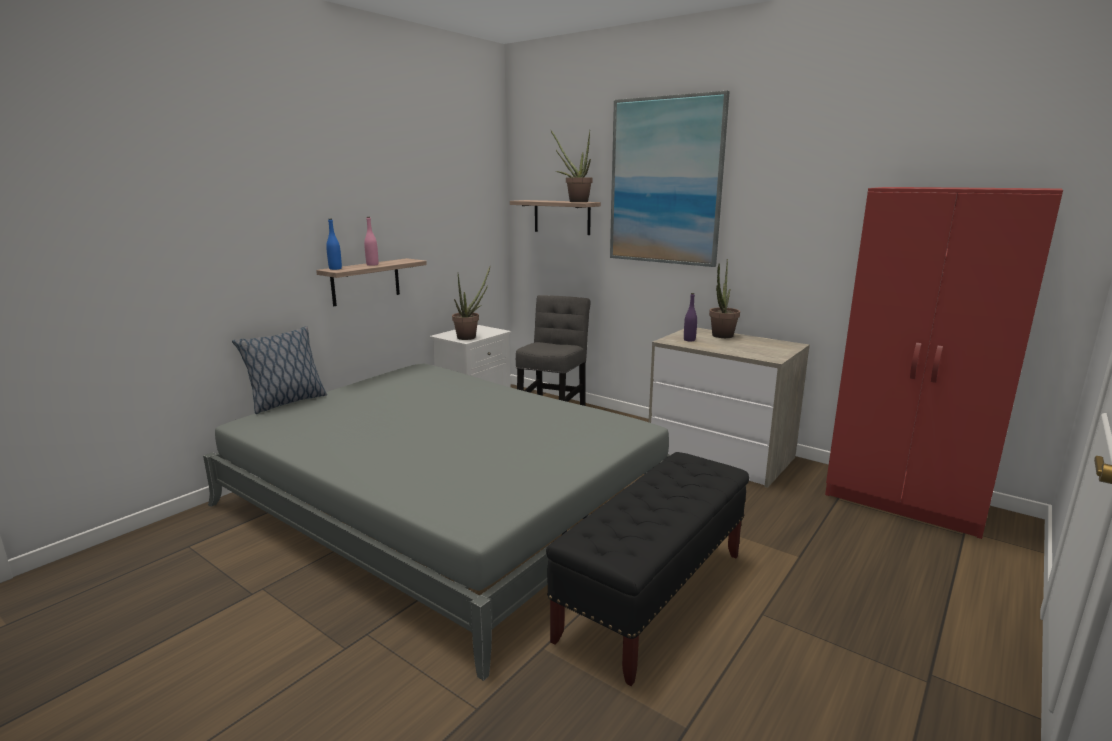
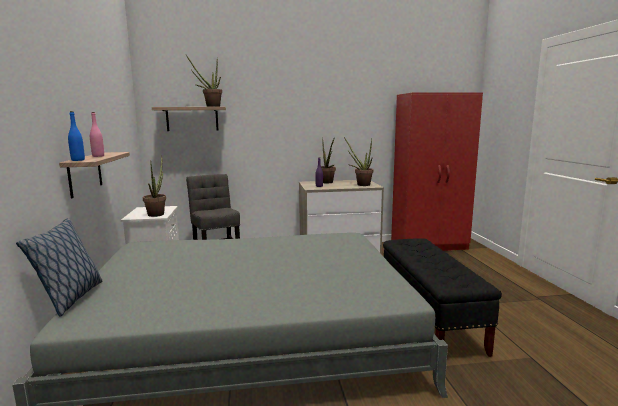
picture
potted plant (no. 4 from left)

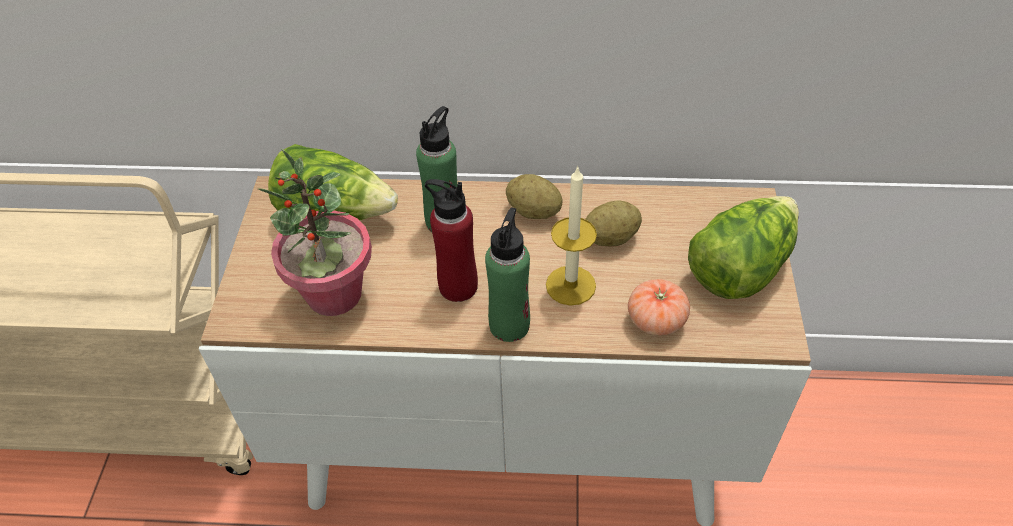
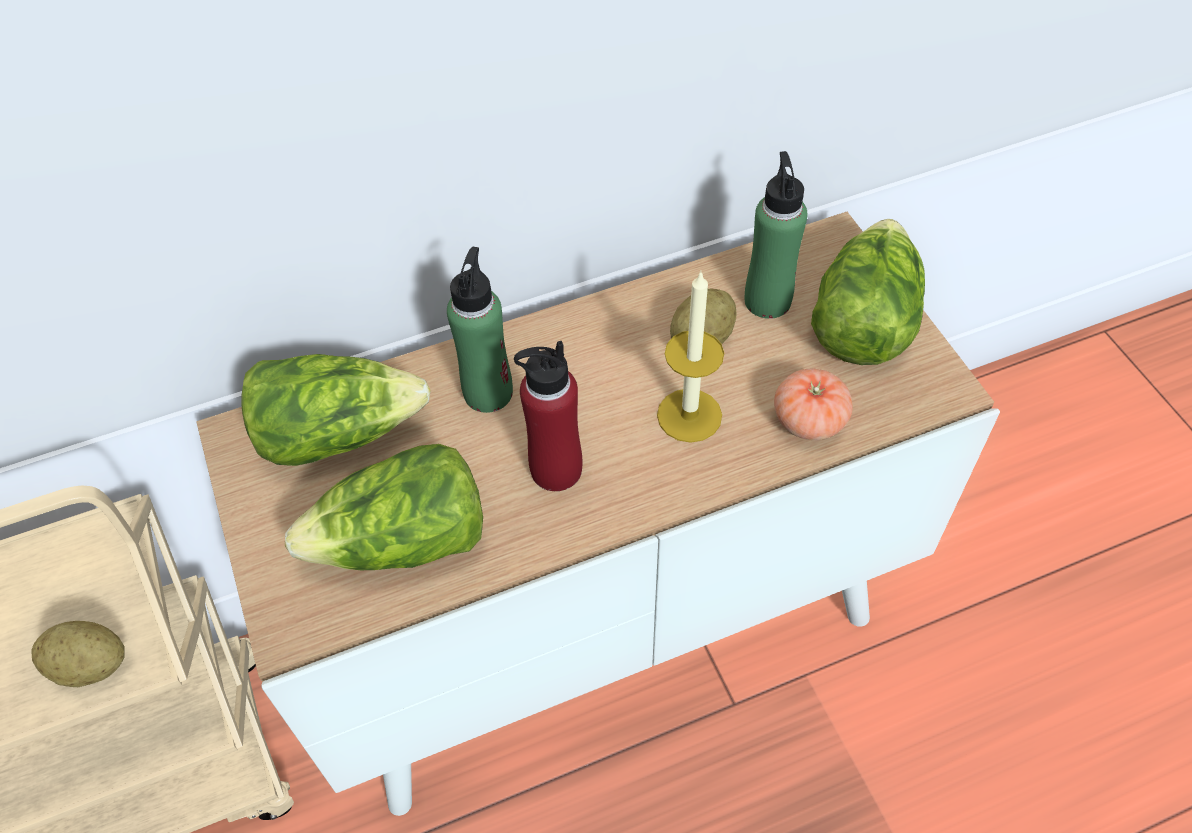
lettuce (no. 2 from left)
bottle (green) (no. 2 from left)
potato (no. 1 from left)

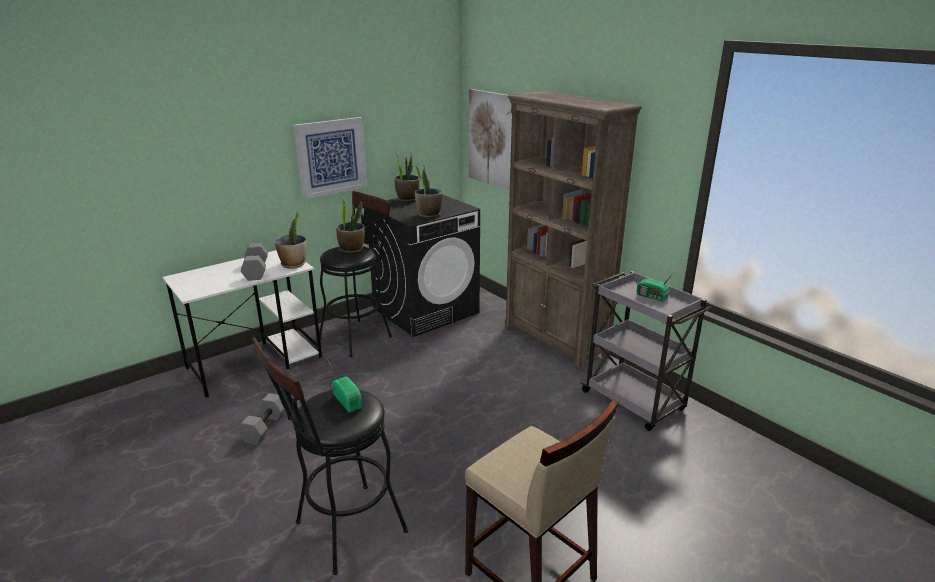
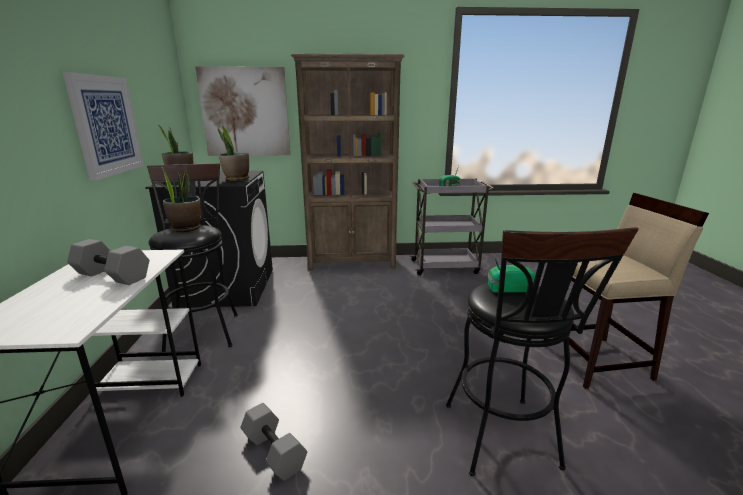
potted plant (no. 1 from left in the first image)

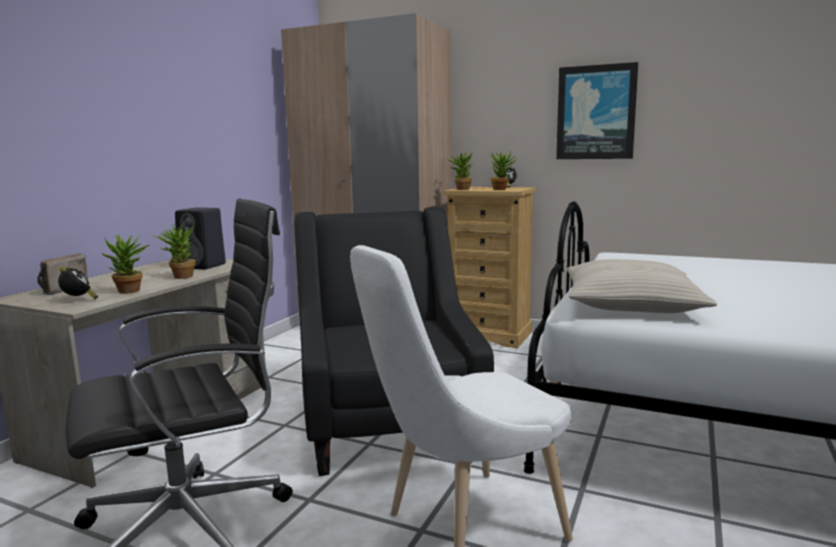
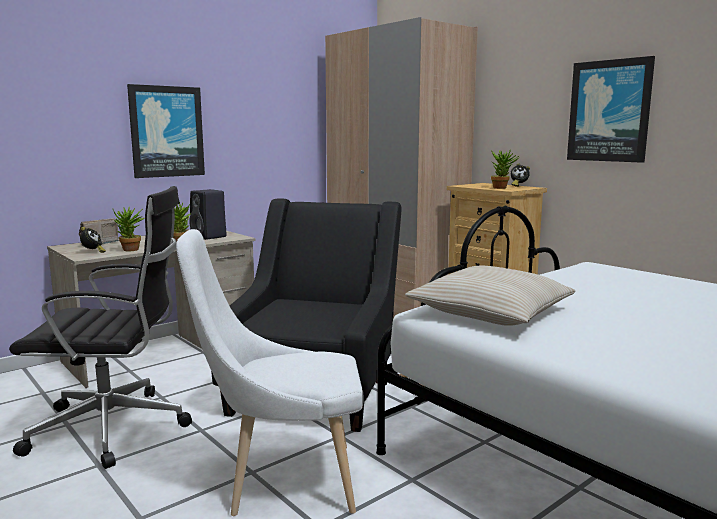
potted plant (no. 3 from left in the first image)
picture (no. 1 from left)

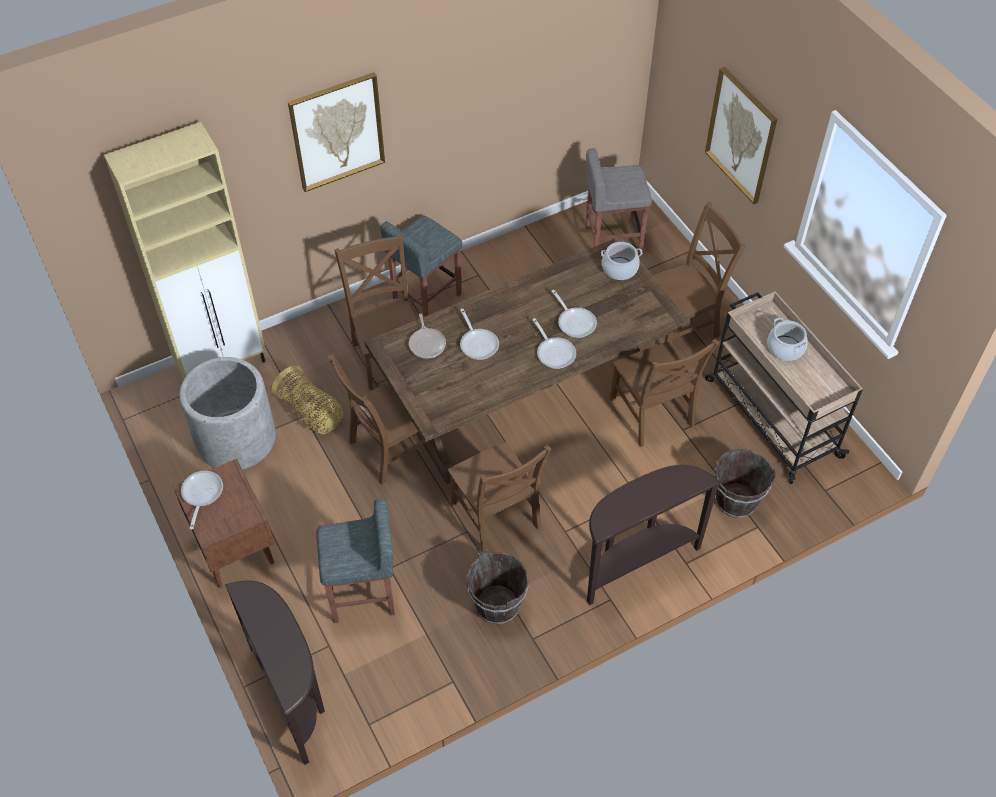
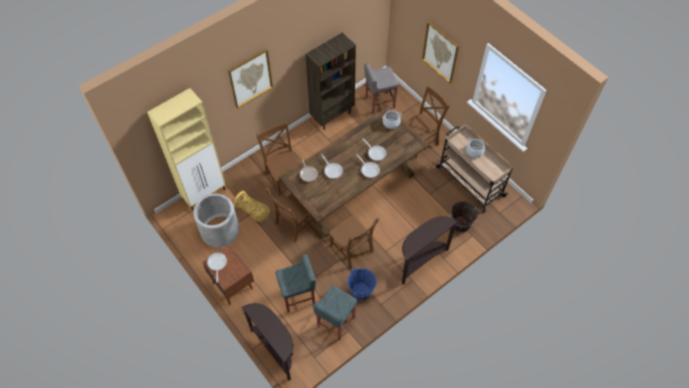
stool (grey) (no. 2 from left)
bucket (blue)
chair (brown) (no. 4 from left in the first image)
bookcase (brown)

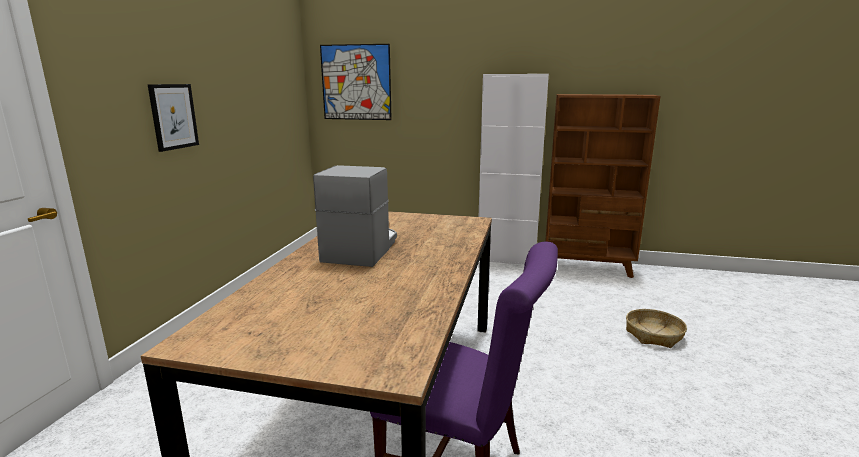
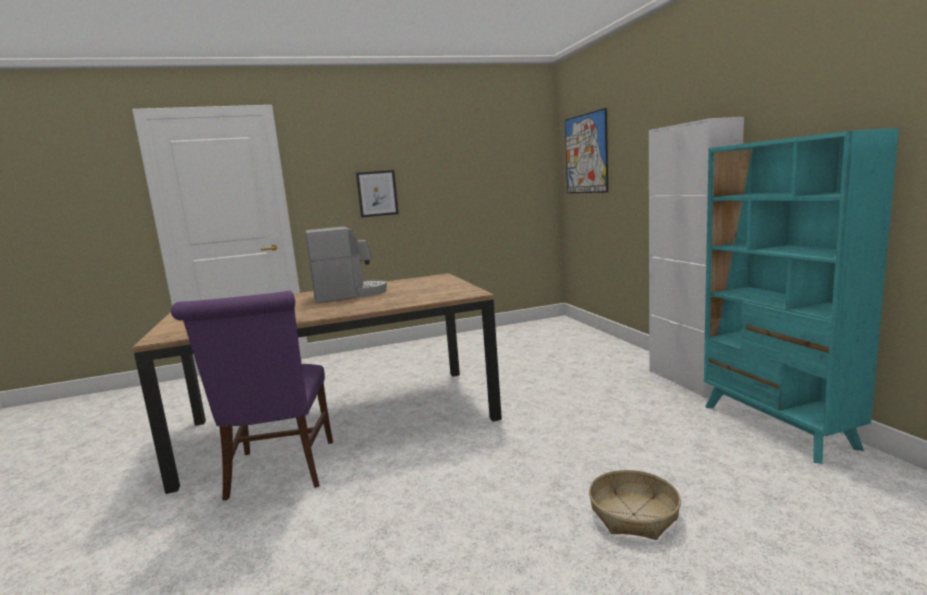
bookcase (turquoise)

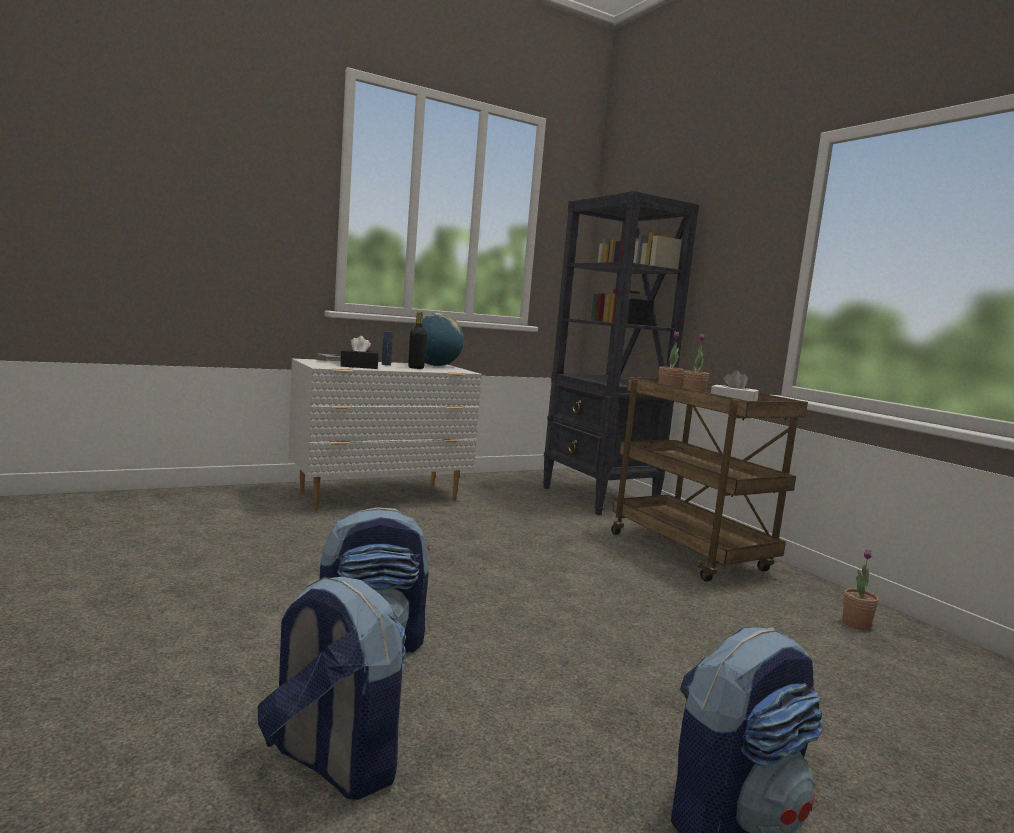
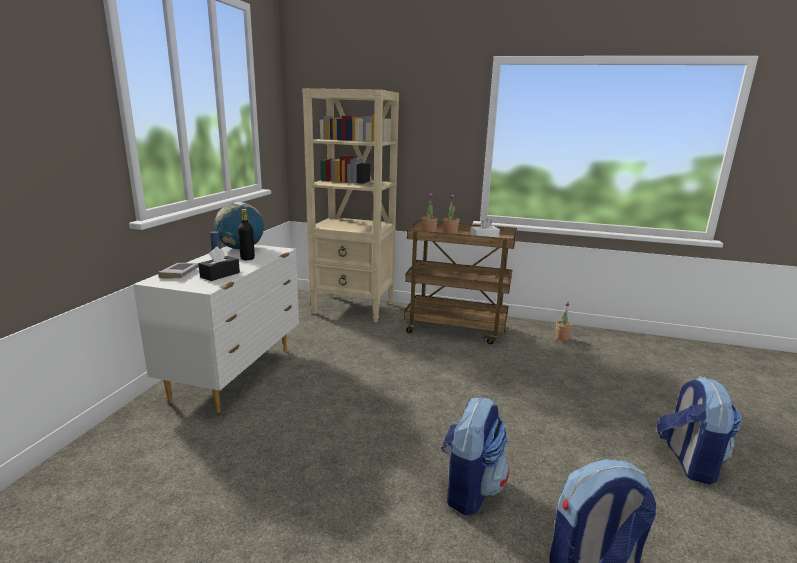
bookcase (beige)

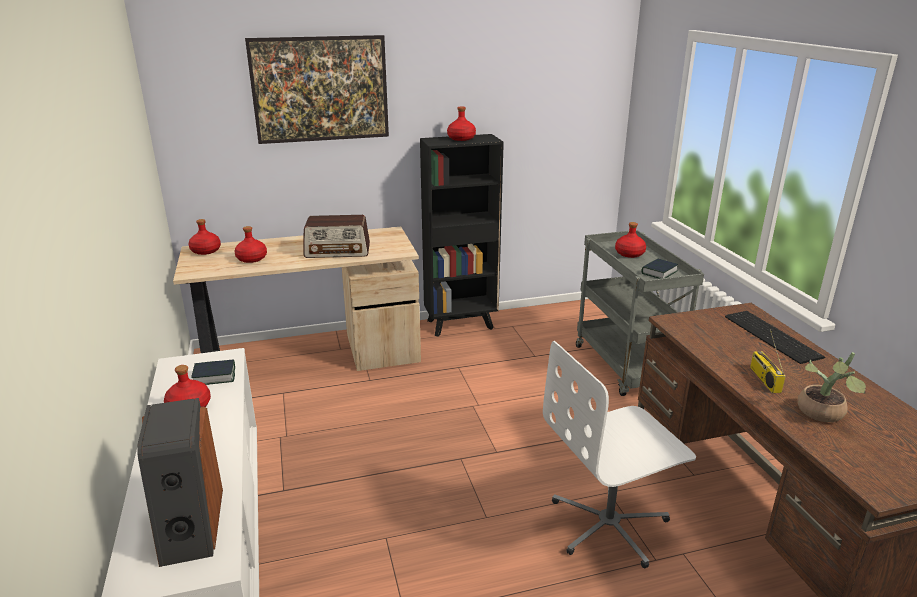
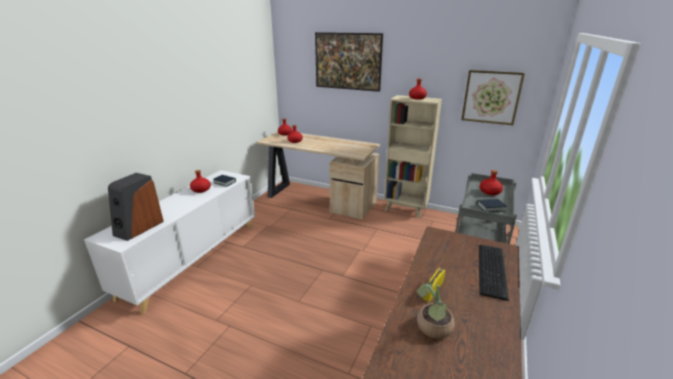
radio (no. 1 from left in the first image)
bookcase (beige)
office chair (white)
picture (no. 2 from left)

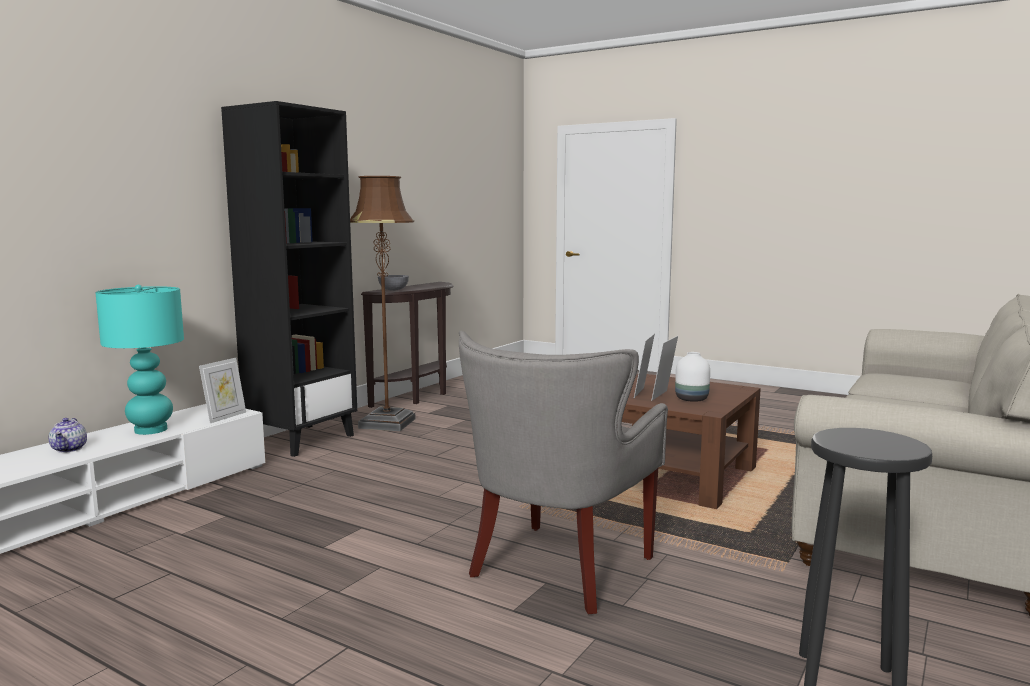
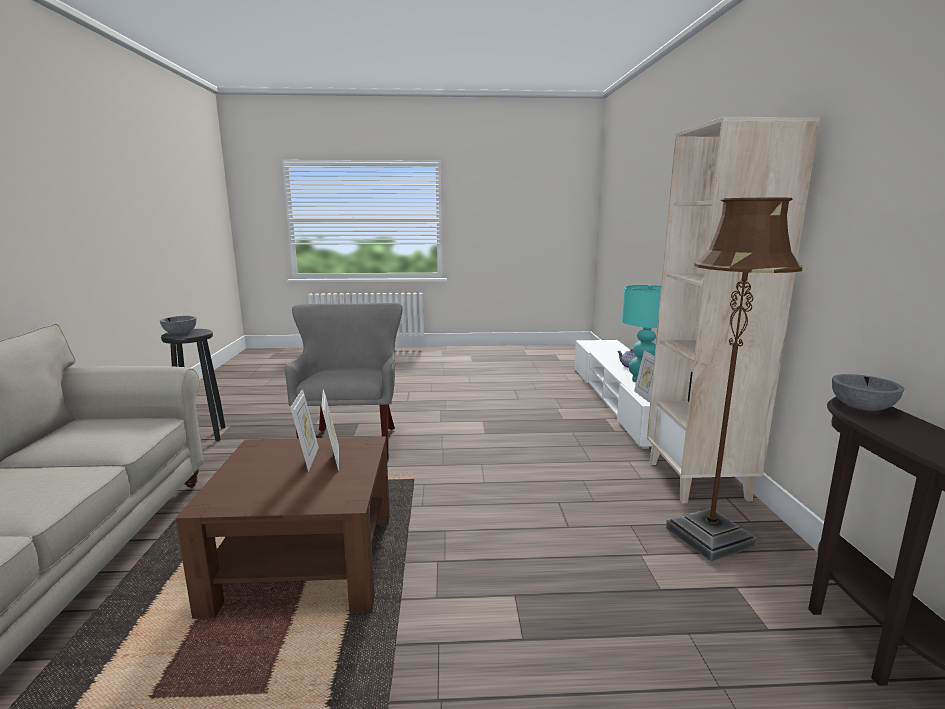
bookcase (beige)
vase (white)
bowl (grey) (no. 1 from left)

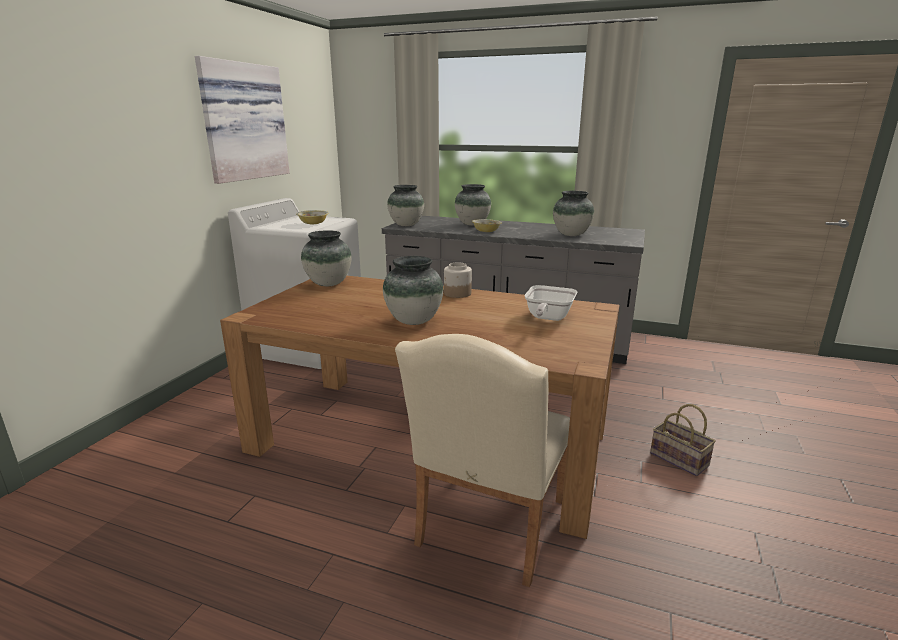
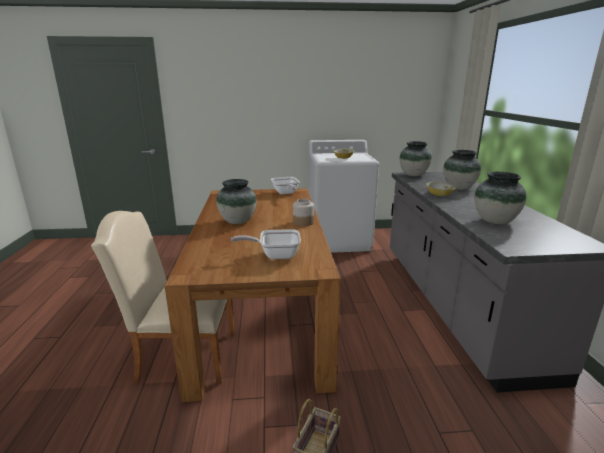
picture
frying pan (no. 2 from left)

